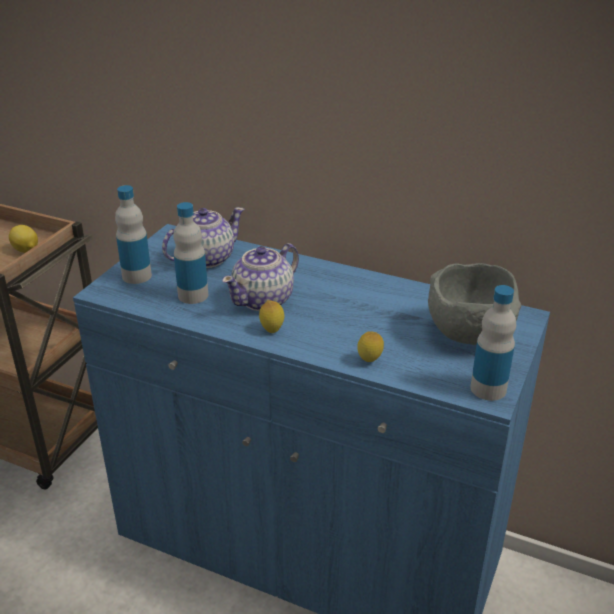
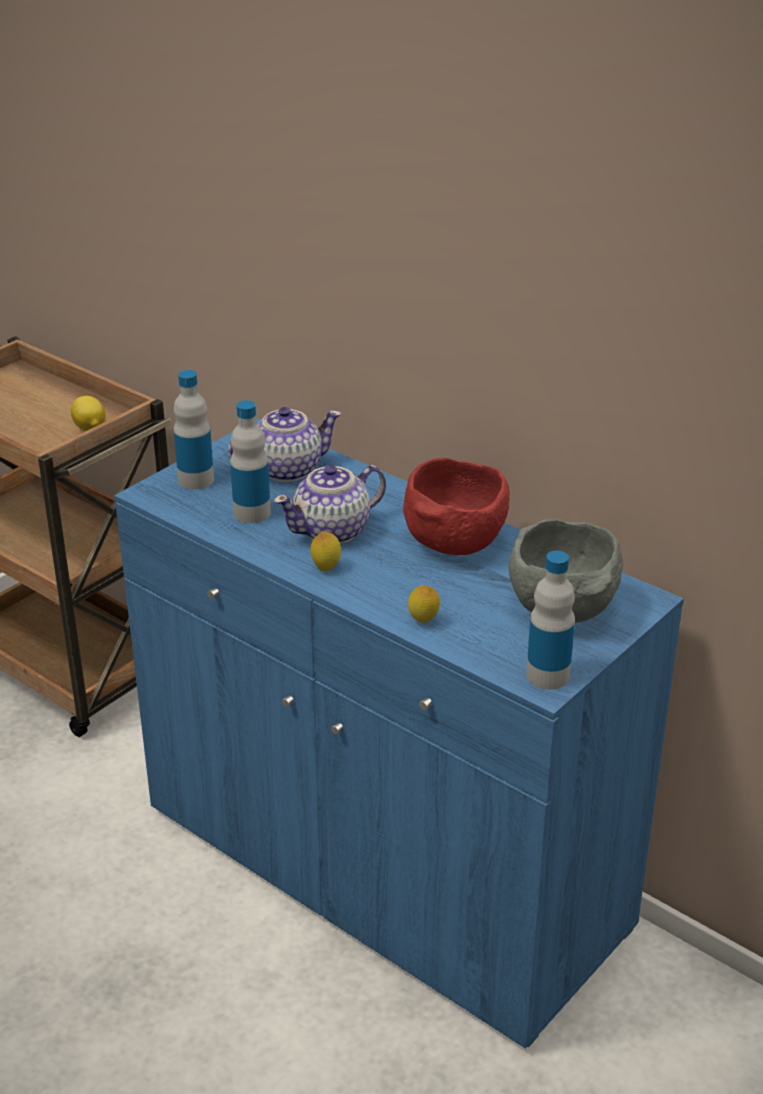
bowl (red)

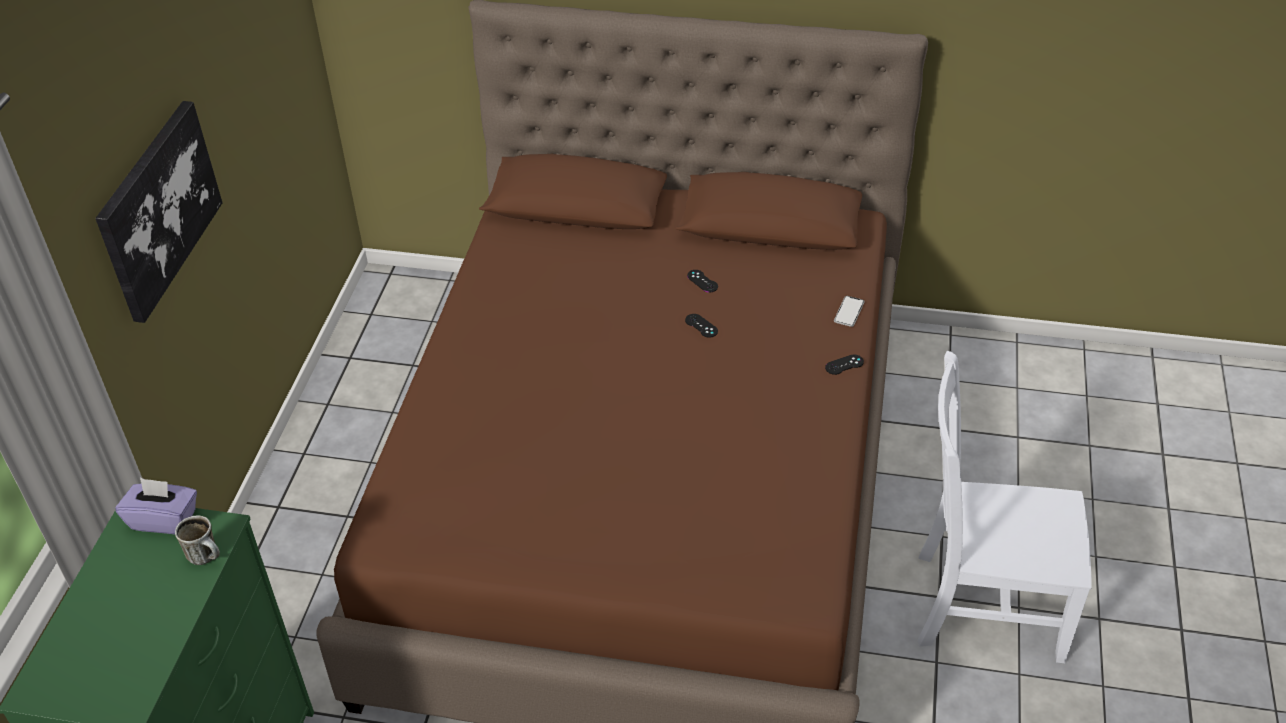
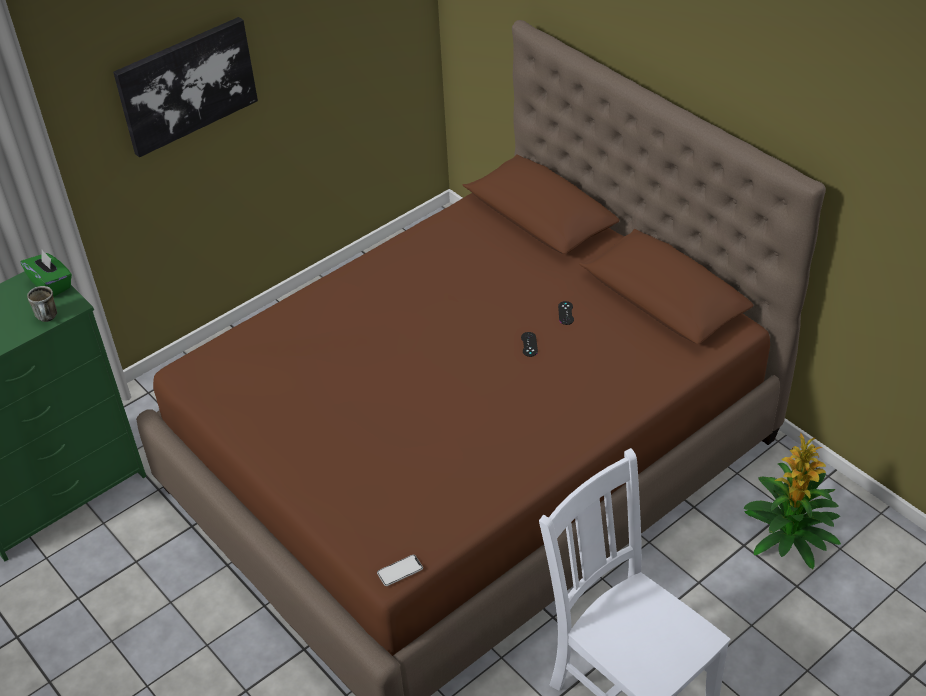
tissue box (green)
game controller (black) (no. 3 from left in the first image)
phone
potted plant

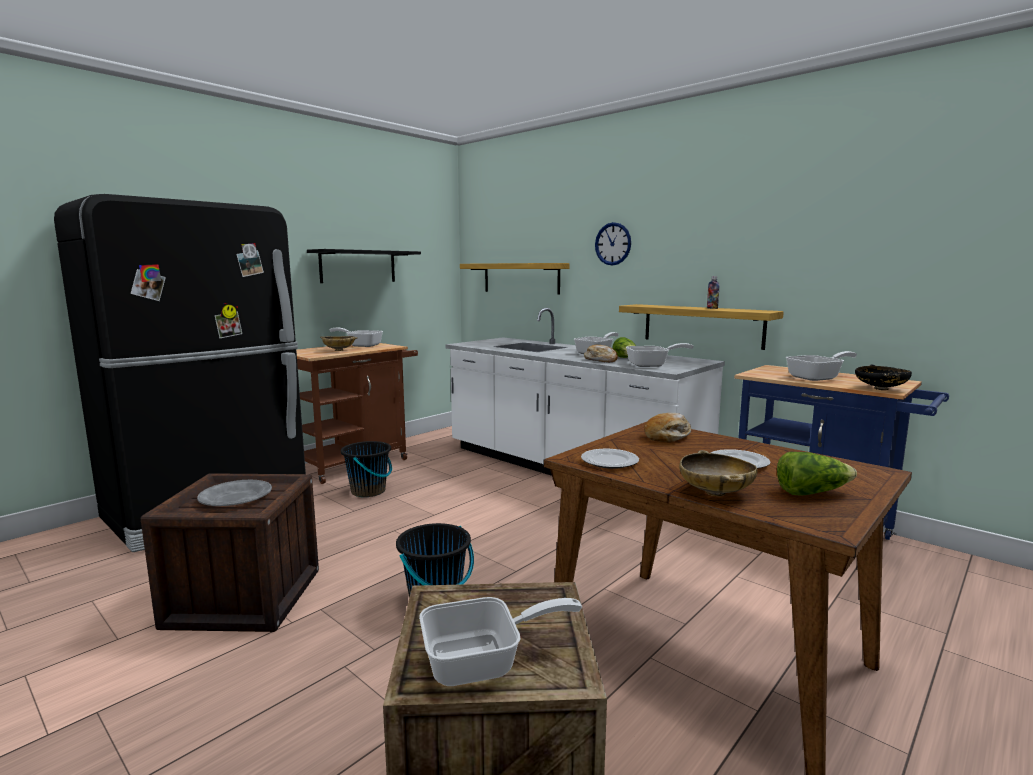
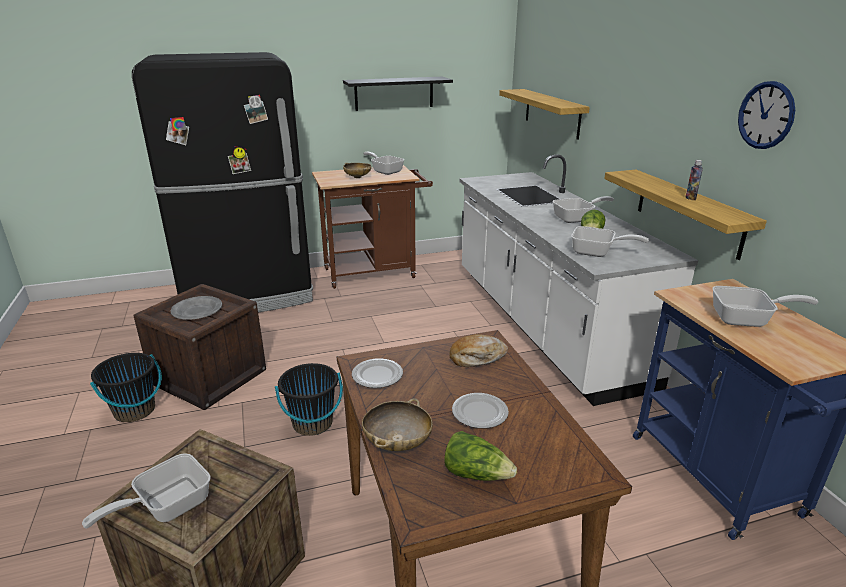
bucket (black) (no. 1 from left)
frying pan (no. 1 from left)
bread (no. 1 from left in the first image)
wall clock
bowl (black)

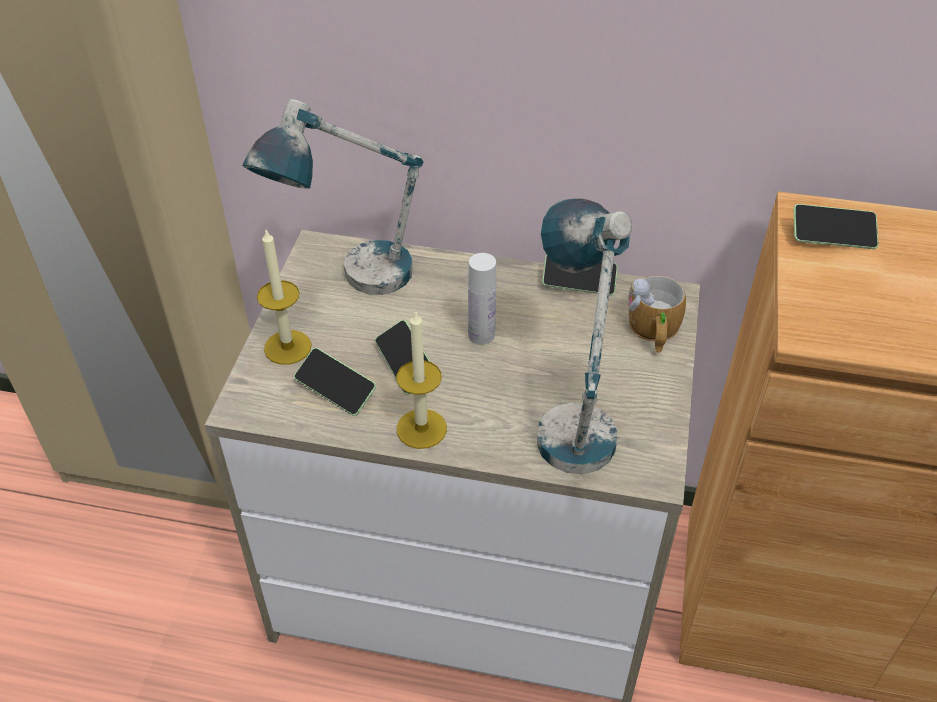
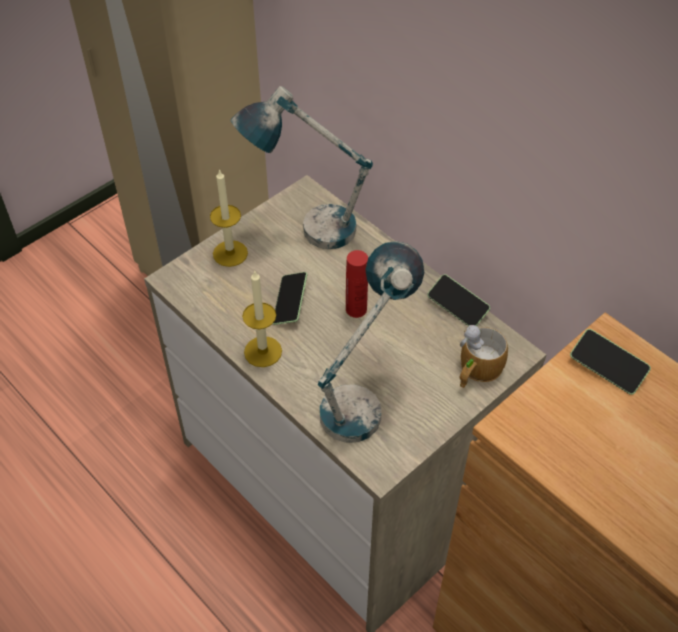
phone (no. 1 from left in the first image)
bottle (red)

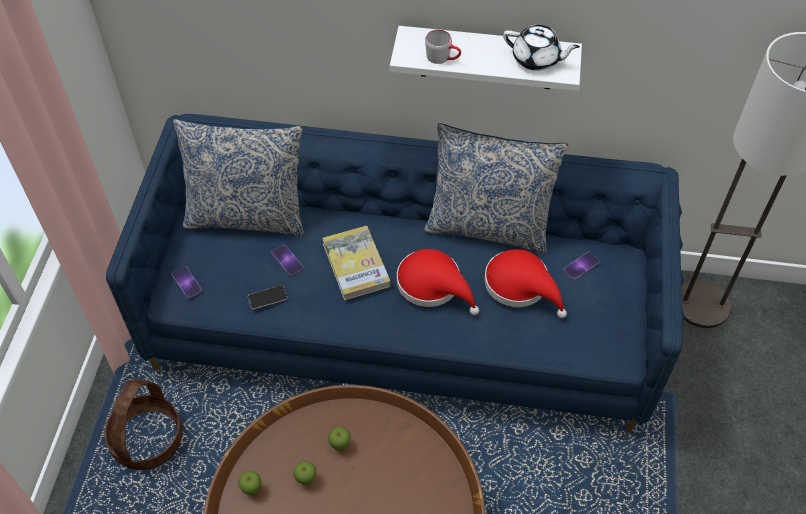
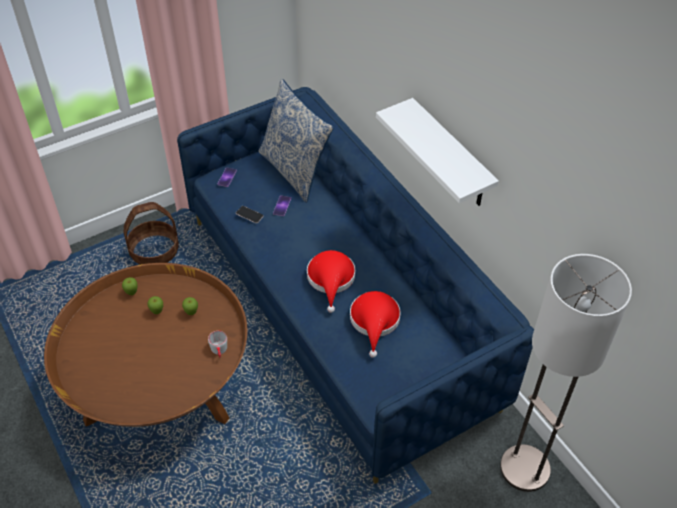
book
pillow (no. 2 from left in the first image)
mug (grey)
teapot (white)
phone (no. 4 from left in the first image)

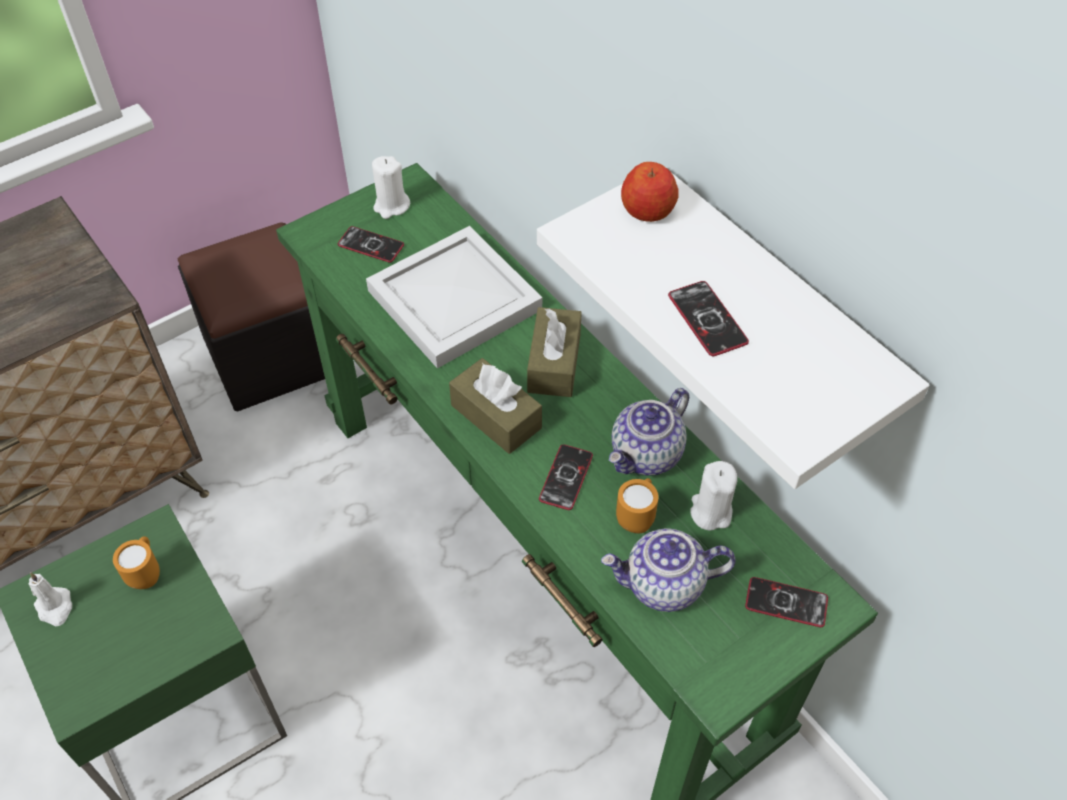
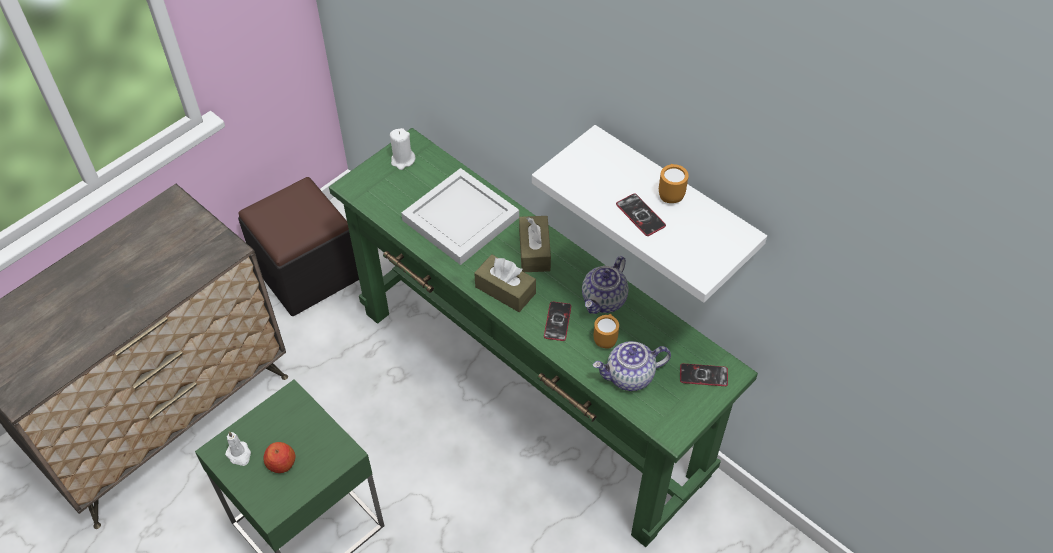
mug (orange) (no. 2 from left)
phone (no. 1 from left in the first image)
apple
candle (white) (no. 3 from left in the first image)

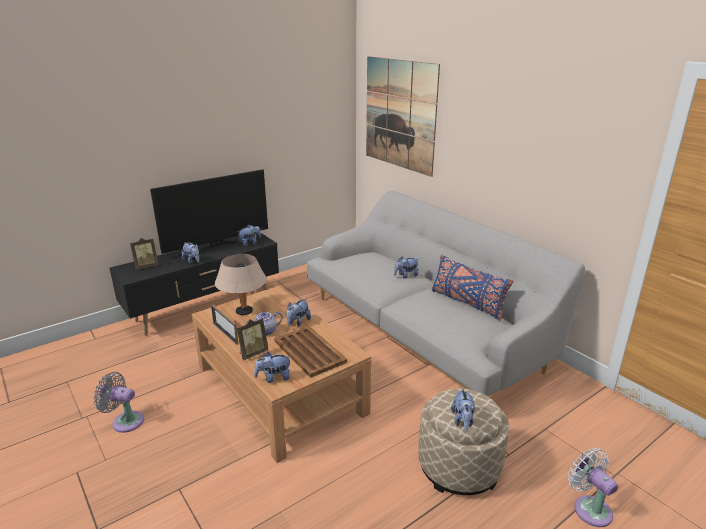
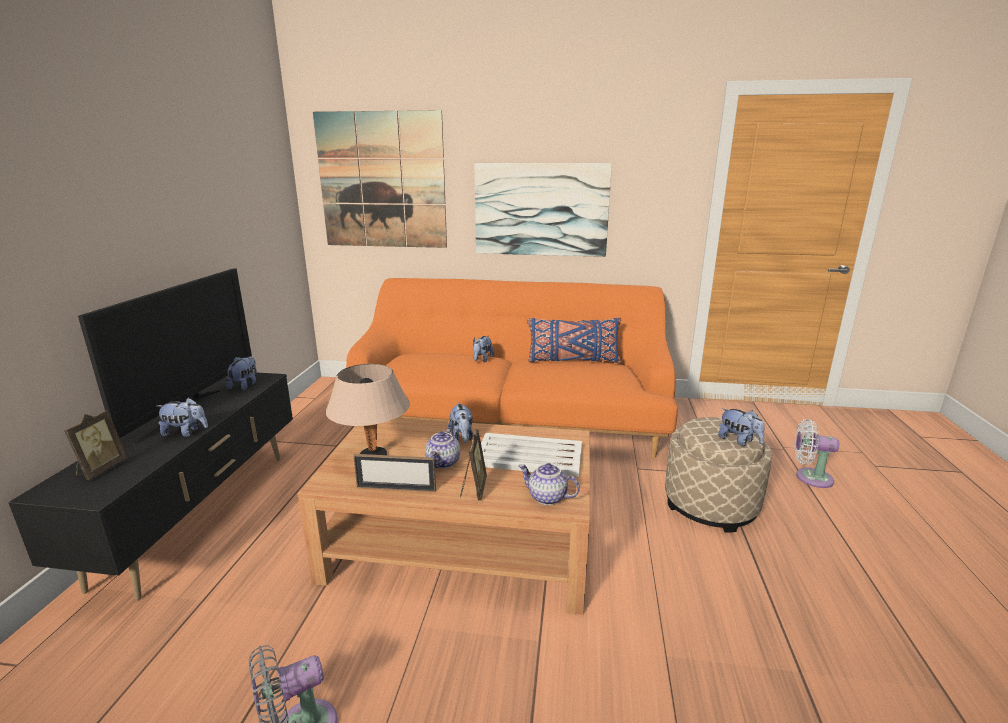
teapot (no. 2 from left)
tray (white)
sofa (orange)
picture (no. 2 from left)

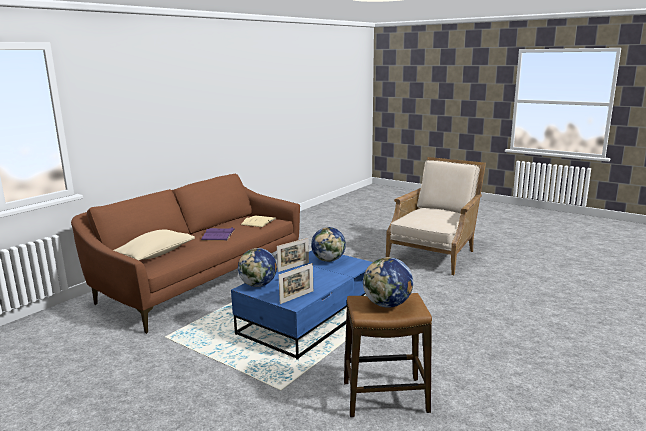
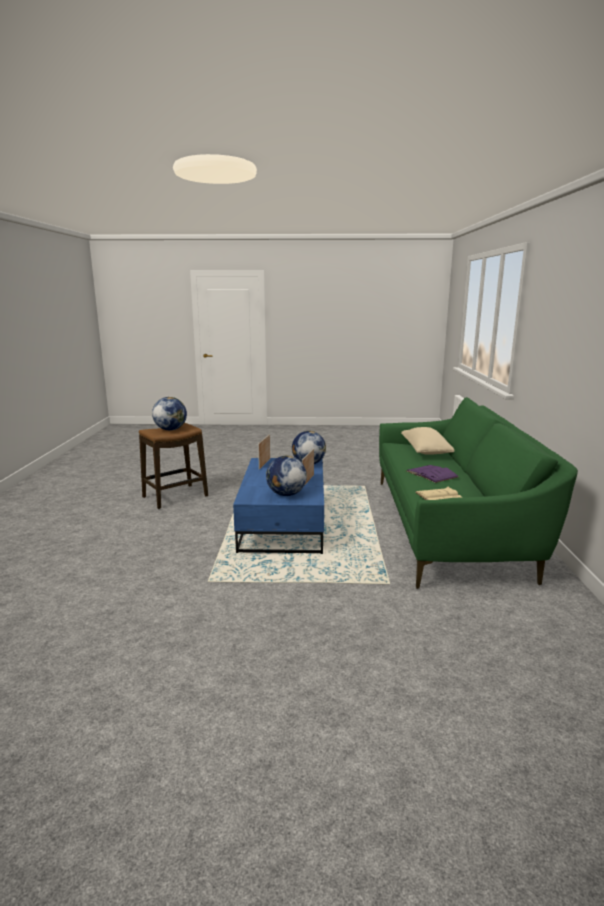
sofa (green)
armchair (beige)

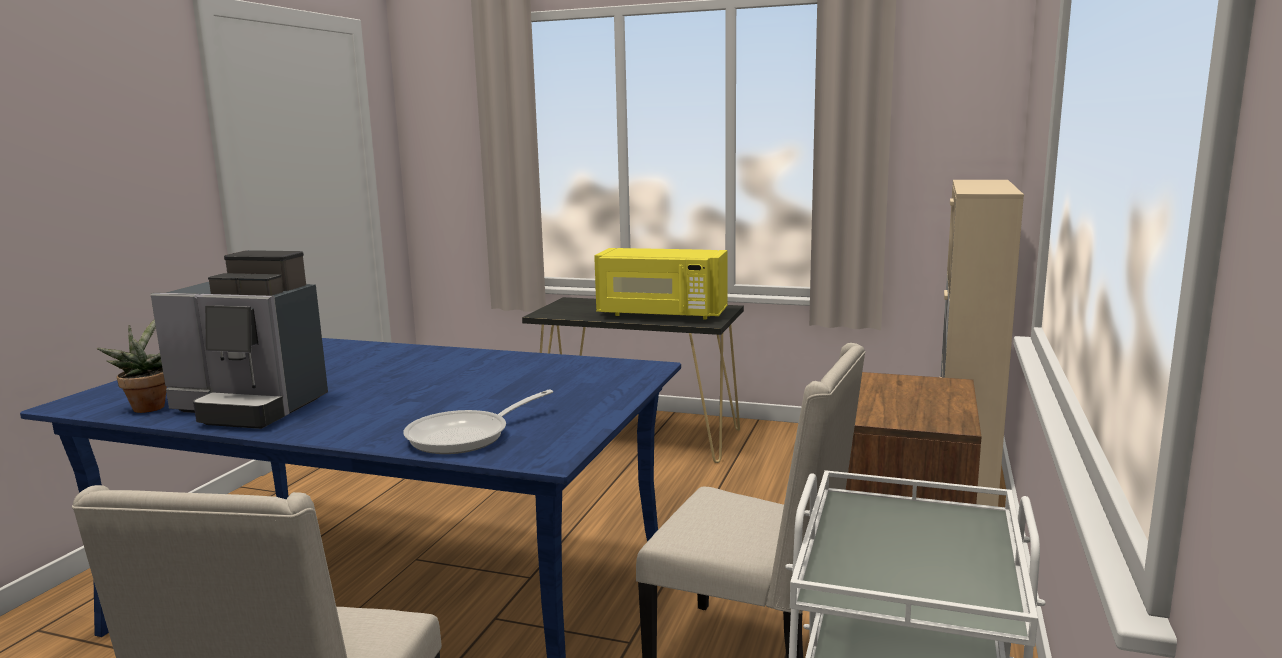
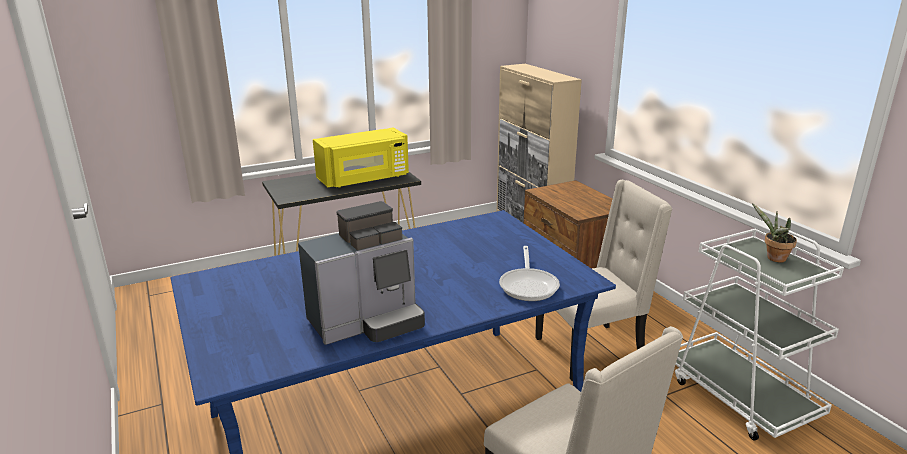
potted plant

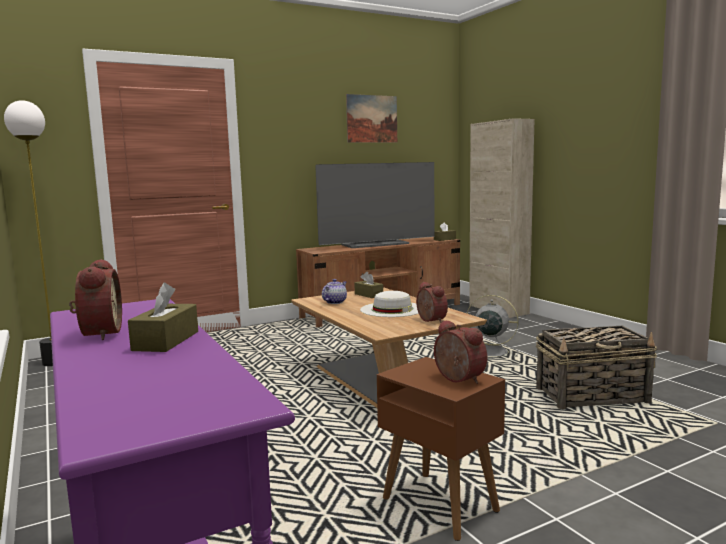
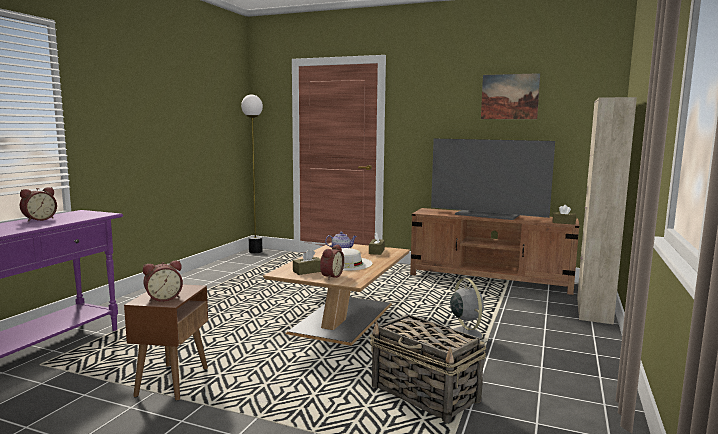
tissue box (brown) (no. 1 from left)
alarm clock (no. 2 from left)

